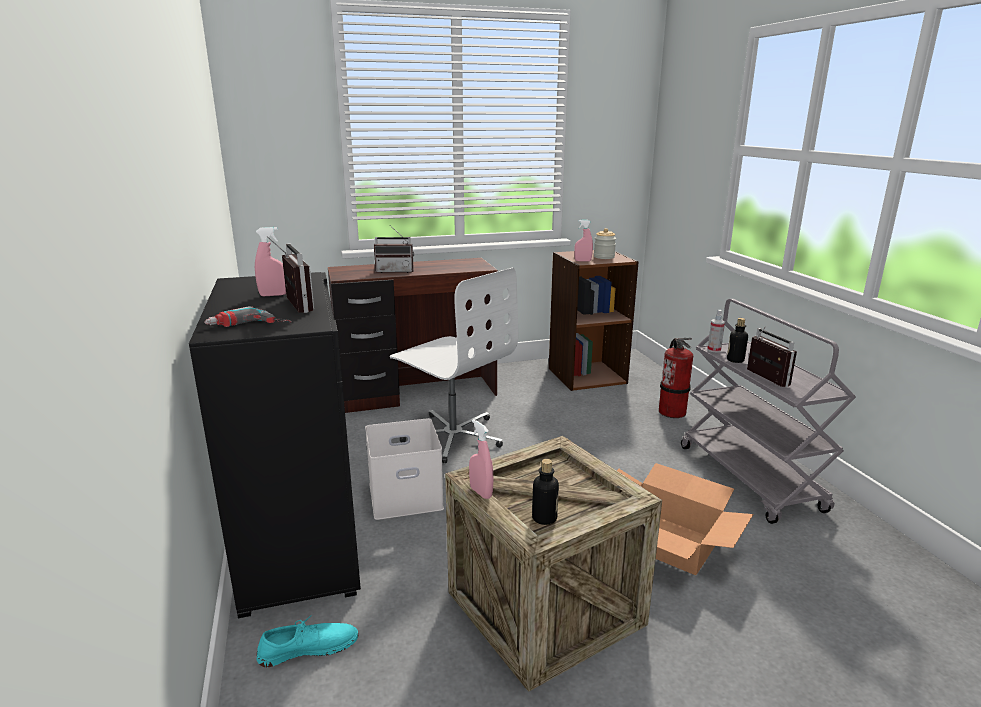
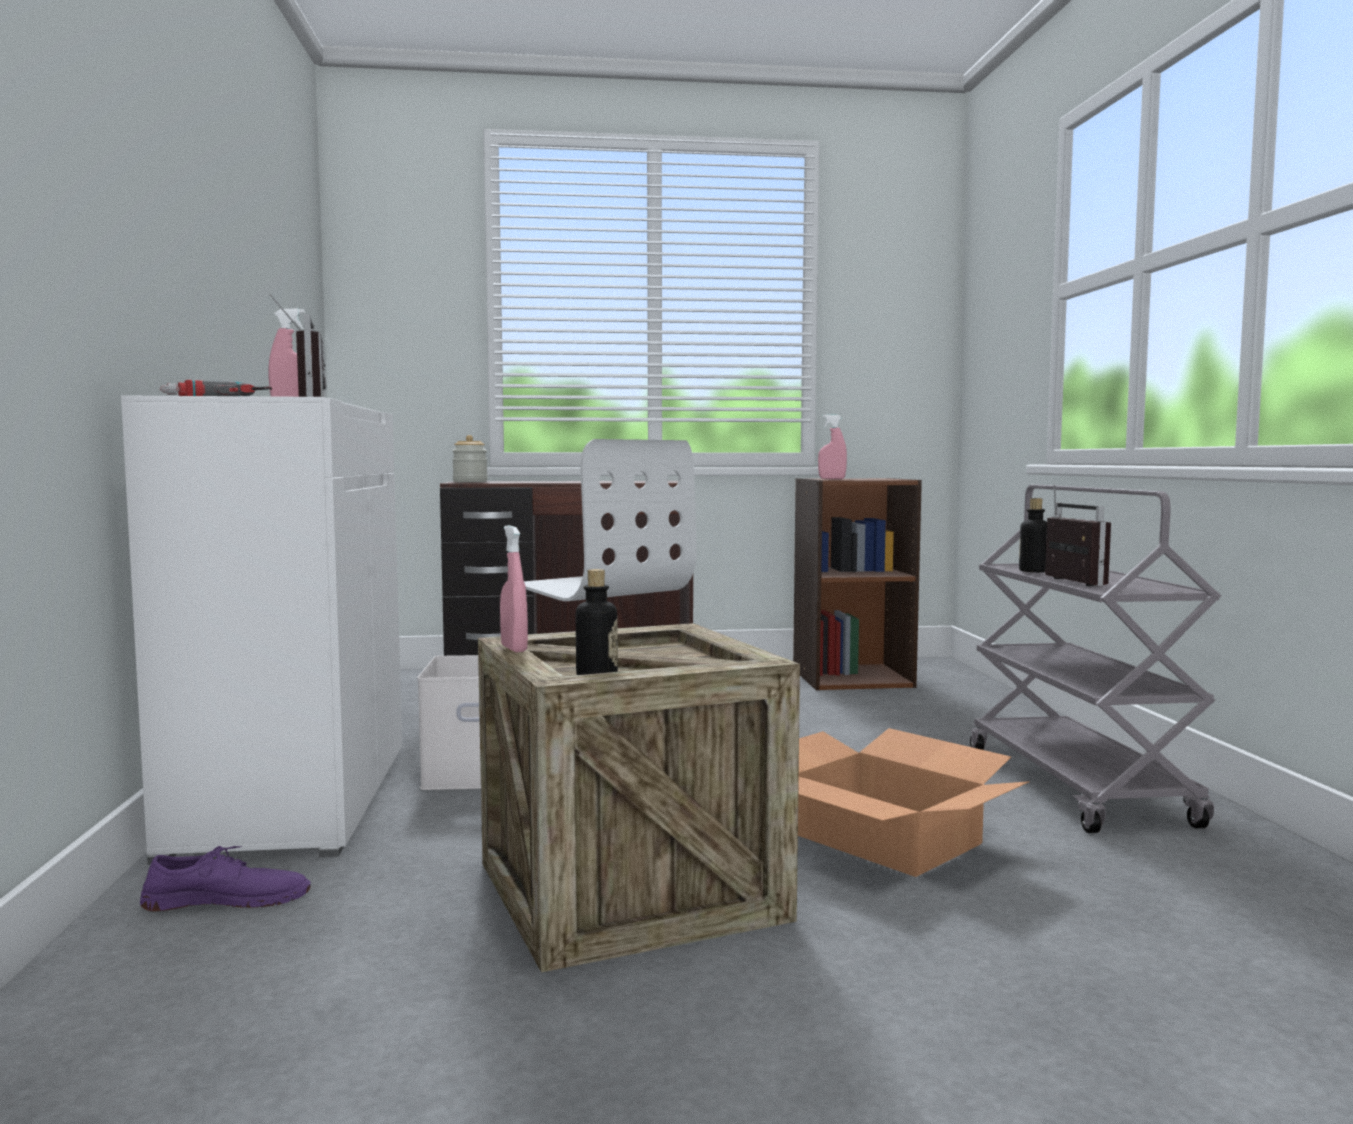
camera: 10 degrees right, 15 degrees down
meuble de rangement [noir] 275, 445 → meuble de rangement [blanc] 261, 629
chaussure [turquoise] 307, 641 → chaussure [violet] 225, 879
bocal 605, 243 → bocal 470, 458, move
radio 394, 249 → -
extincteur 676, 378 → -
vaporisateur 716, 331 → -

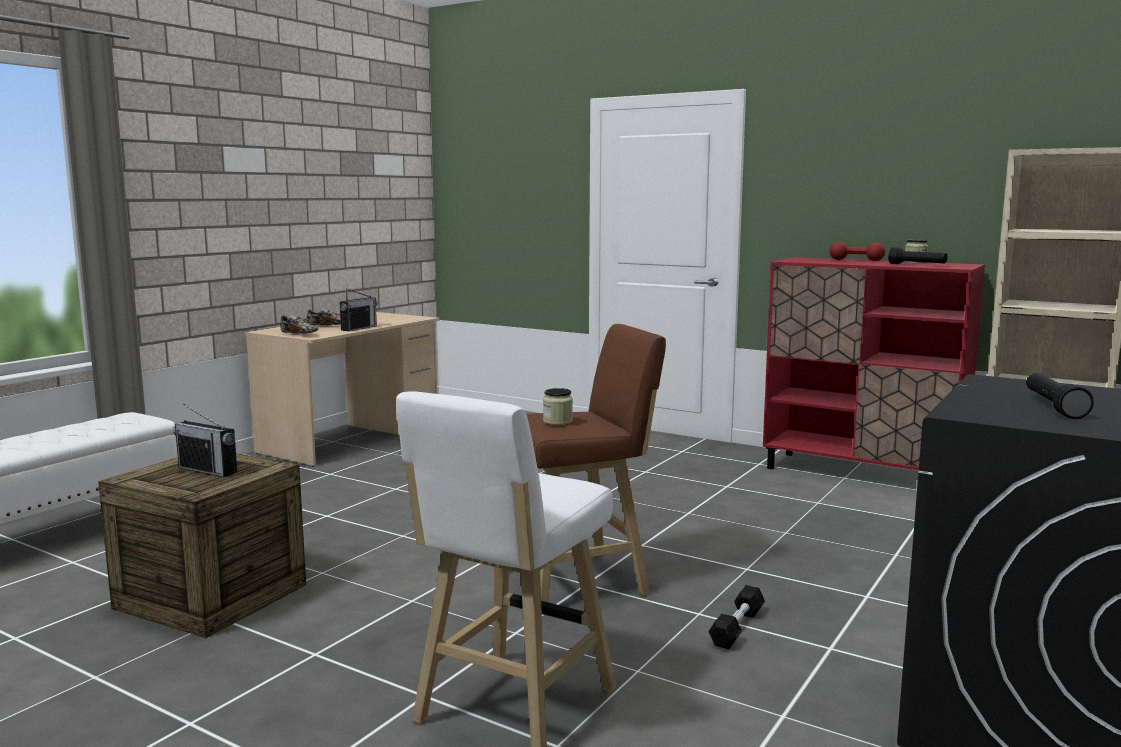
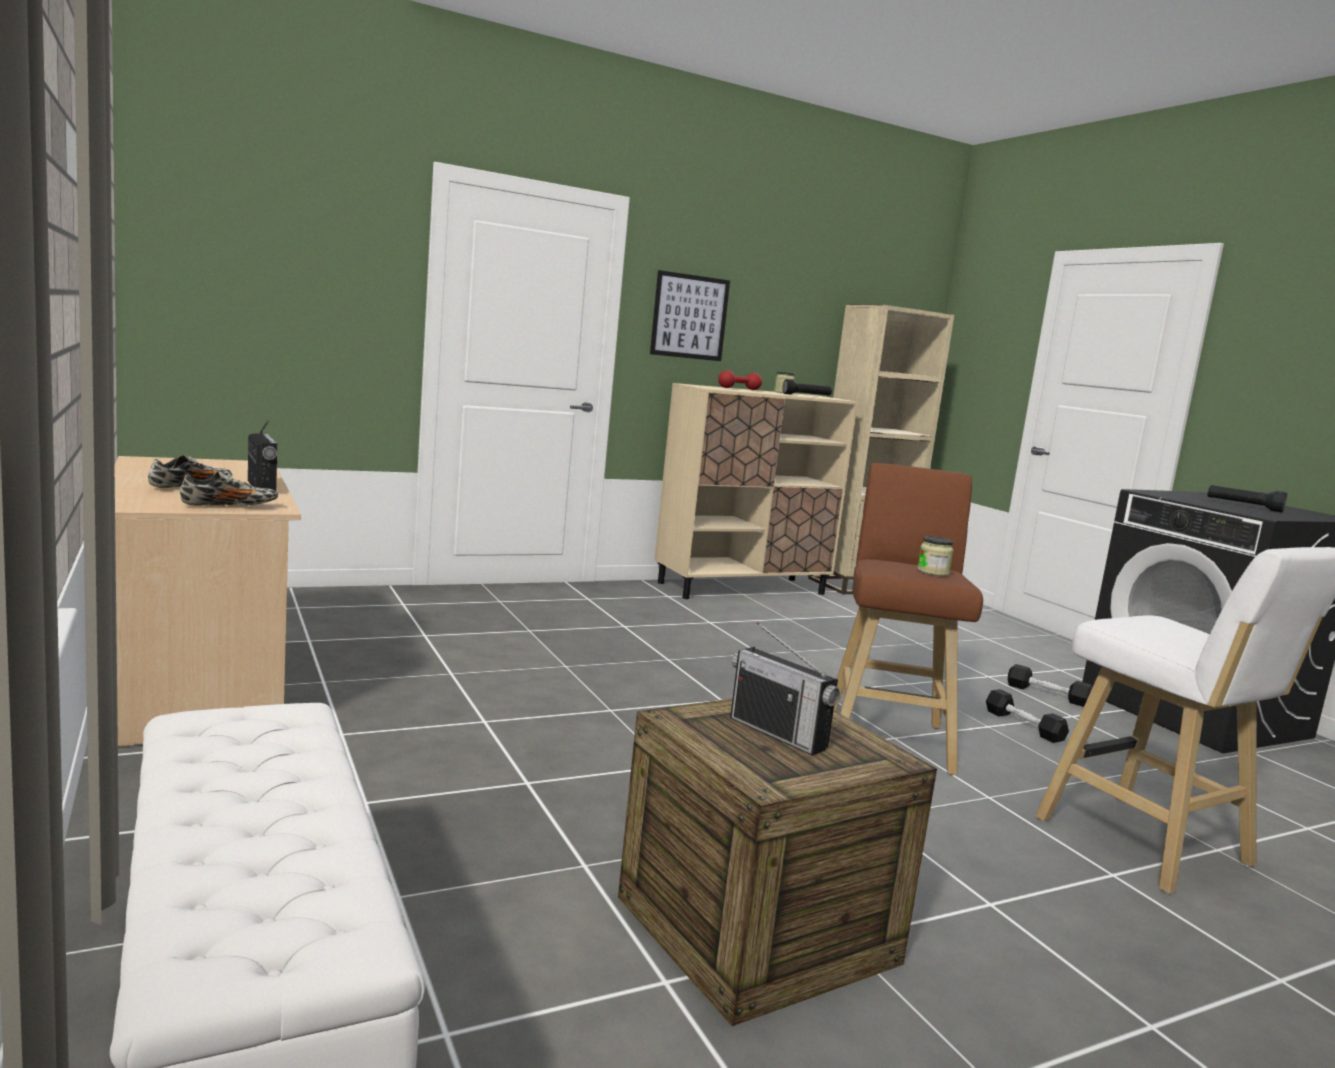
camera: 60 degrees left, 0 degrees up
- → tableau 690, 315
meuble de rangement [rouge] 874, 363 → meuble de rangement [beige] 756, 491
radio 205, 440 → radio 785, 689, 75 degrees clockwise
- → haltère [noir] 1050, 685

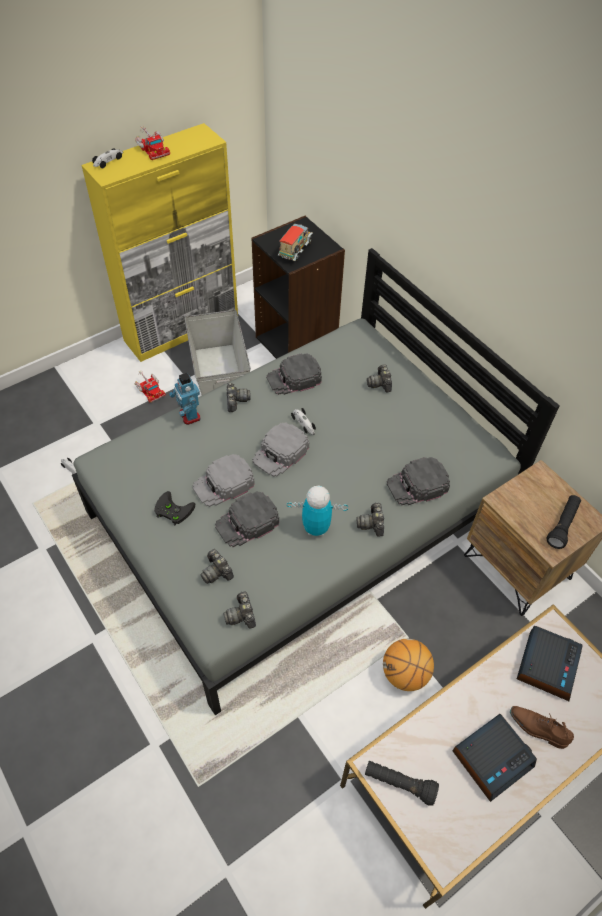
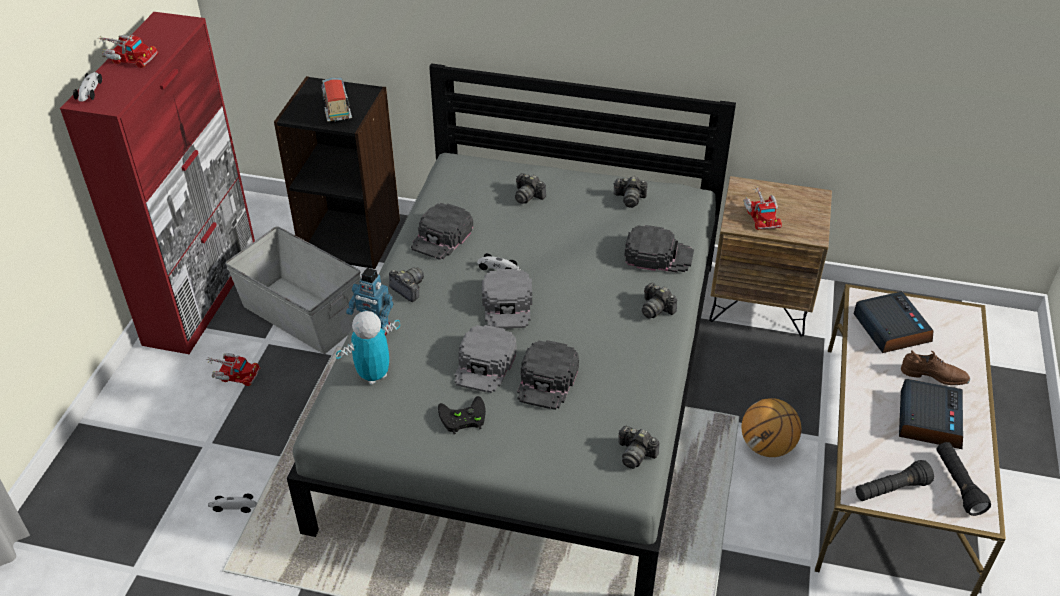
camera: 40 degrees left, 10 degrees down
meuble de rangement [jaune] 159, 242 → meuble de rangement [rouge] 157, 183
robot jouet 317, 510 → robot jouet 368, 348, move
appareil photo 217, 566 → appareil photo 630, 192, move
casquette [noir] 418, 481 → casquette [noir] 659, 249, 105 degrees counterclockwise
- → camion jouet 762, 208
chaussure [marron] 542, 727 → chaussure [marron] 935, 367, 150 degrees counterclockwise
lampe de poche [noir] 563, 522 → lampe de poche [noir] 963, 479, move

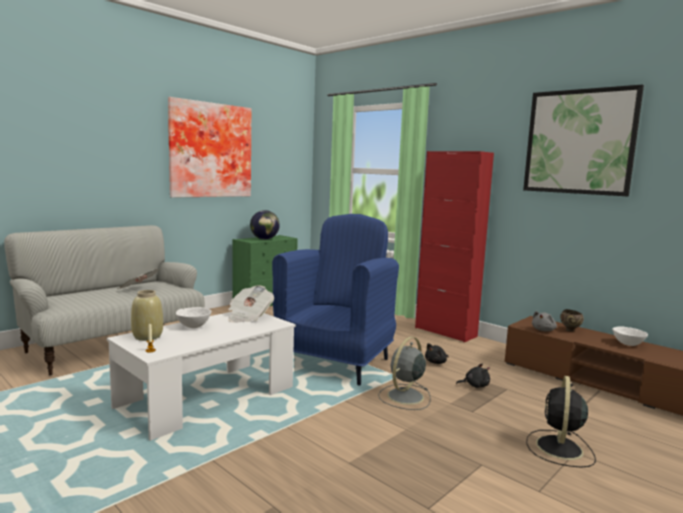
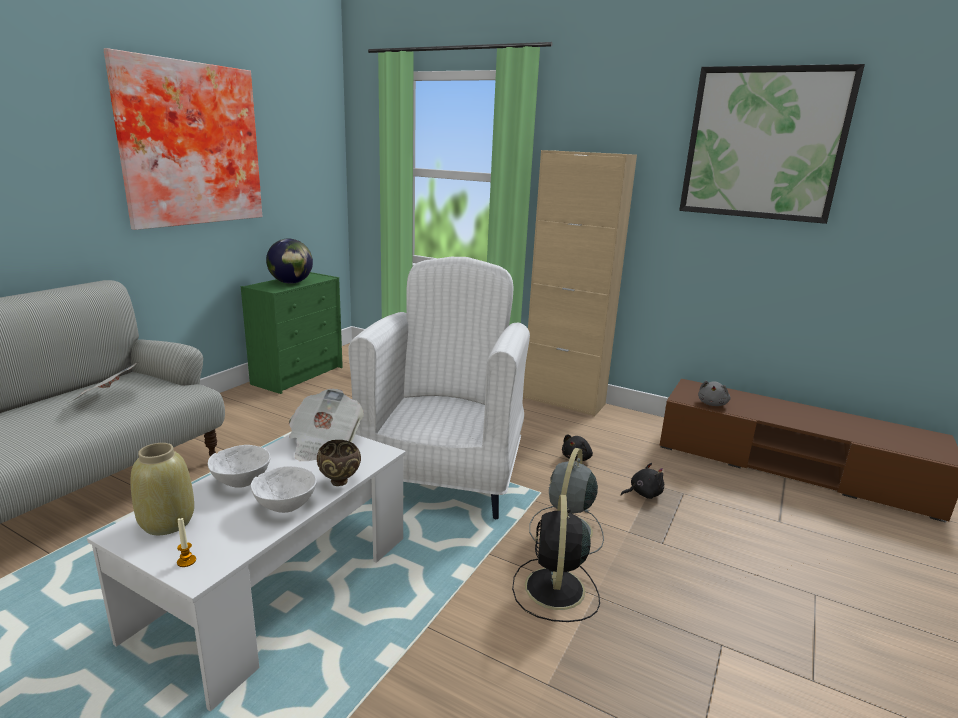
camera: 15 degrees left, 10 degrees up
bol [blanc] 630, 336 → bol [blanc] 284, 489, move
bol [marron] 572, 320 → bol [marron] 339, 463, move
fauteuil [bleu] 335, 300 → fauteuil [blanc] 439, 388
ventilateur [noir] 561, 421 → ventilateur [noir] 556, 558, move
meuble de rangement [rouge] 454, 246 → meuble de rangement [beige] 580, 283

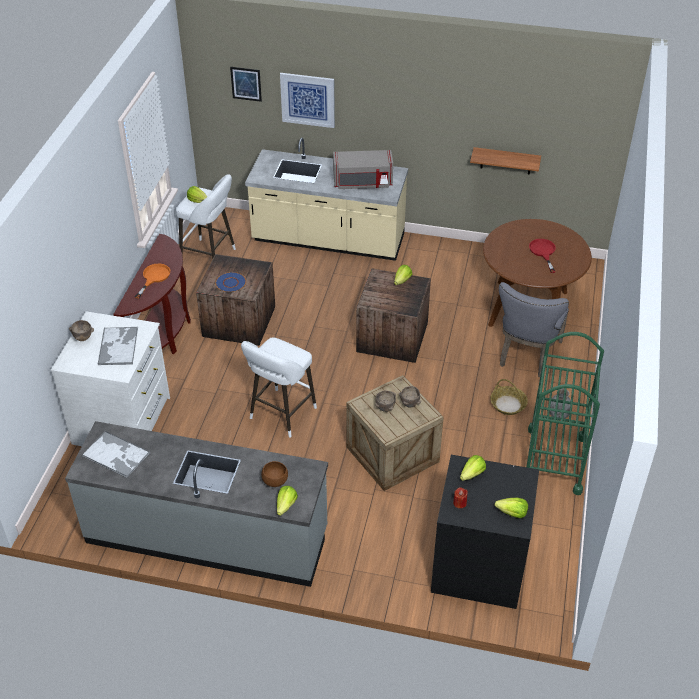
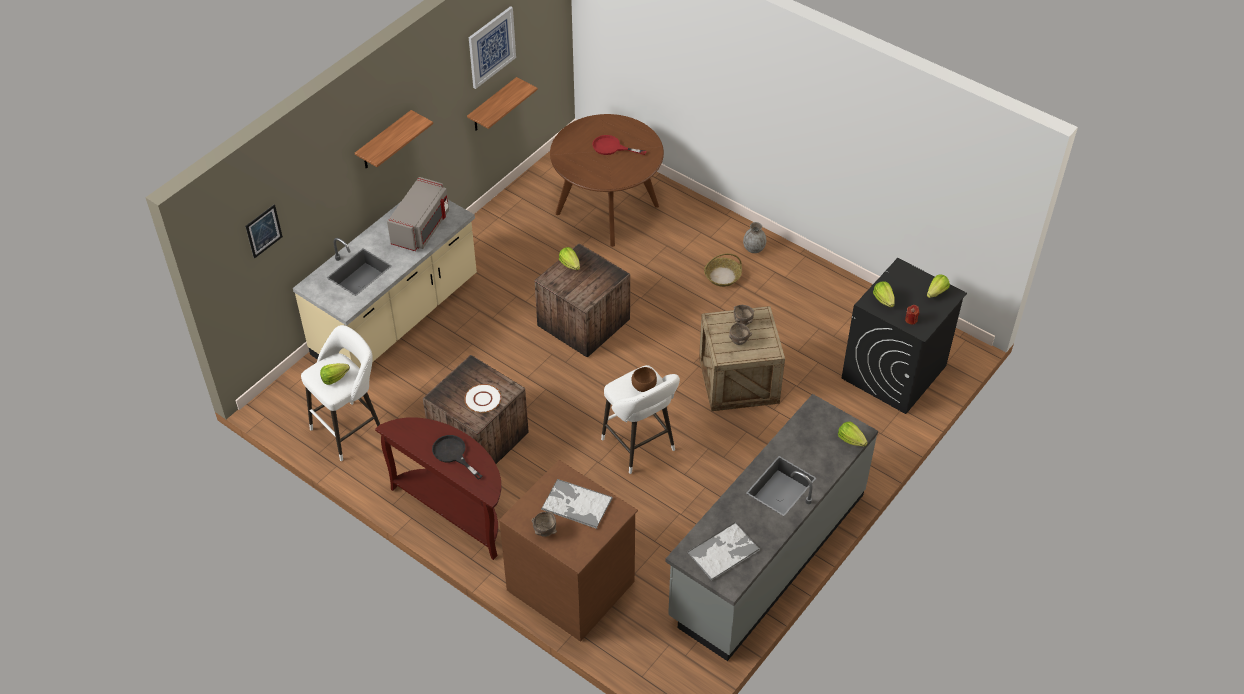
camera: 65 degrees left, 5 degrees up
- → étagère 394, 139
poêle [orange] 152, 281 → poêle [noir] 457, 457
assiette [bleu] 230, 282 → assiette [blanc] 482, 398
tableau 307, 100 → tableau 492, 47, move
commode [blanc] 110, 378 → commode [marron] 568, 550
bol [marron] 274, 474 → bol [marron] 644, 379, move
chaise [gris] 534, 329 → -
chariot [vert] 565, 413 → -

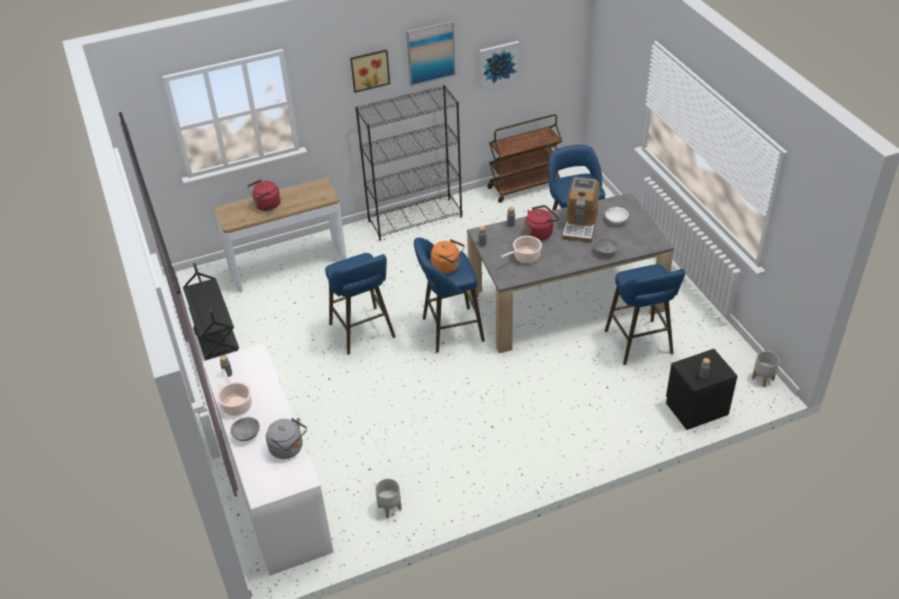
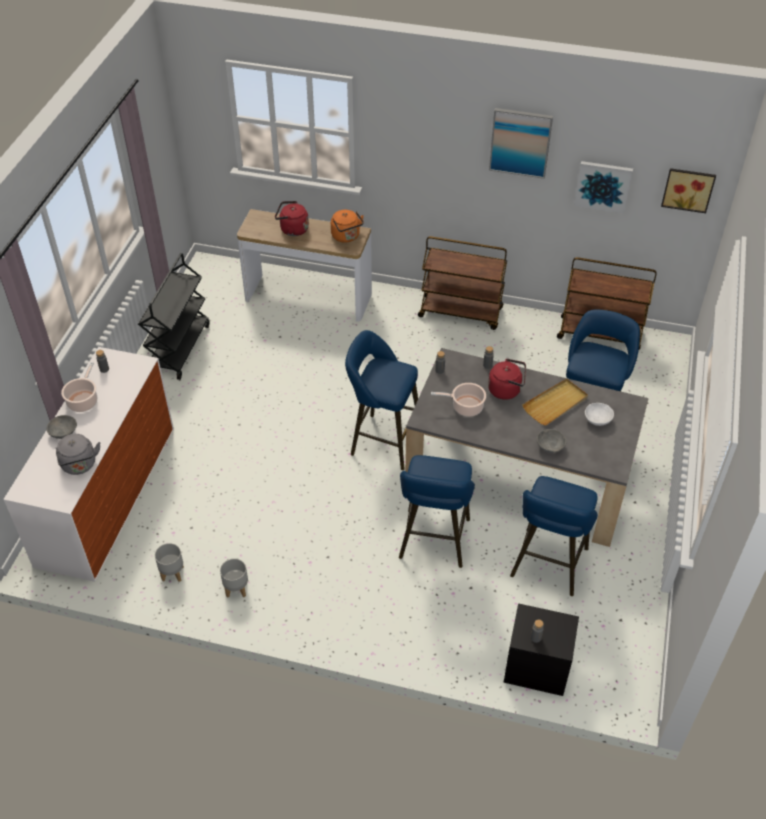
camera: 35 degrees right, 5 degrees up
cache-pot [gris] 765, 369 → cache-pot [gris] 234, 578, move
bouilloire [orange] 448, 256 → bouilloire [orange] 347, 226, move
tabouret [bleu] 360, 304 → tabouret [bleu] 437, 511, move
bibliothèque [noir] 408, 163 → chariot [marron] 462, 283
machine à café 581, 210 → plateau [beige] 555, 402
tableau 370, 71 → tableau 688, 190, move

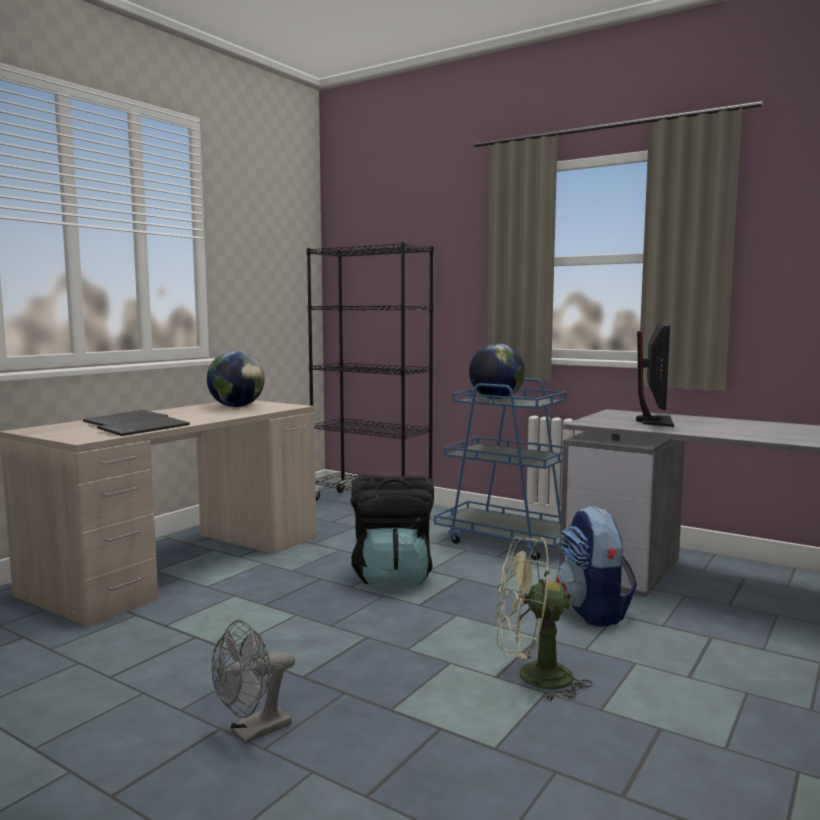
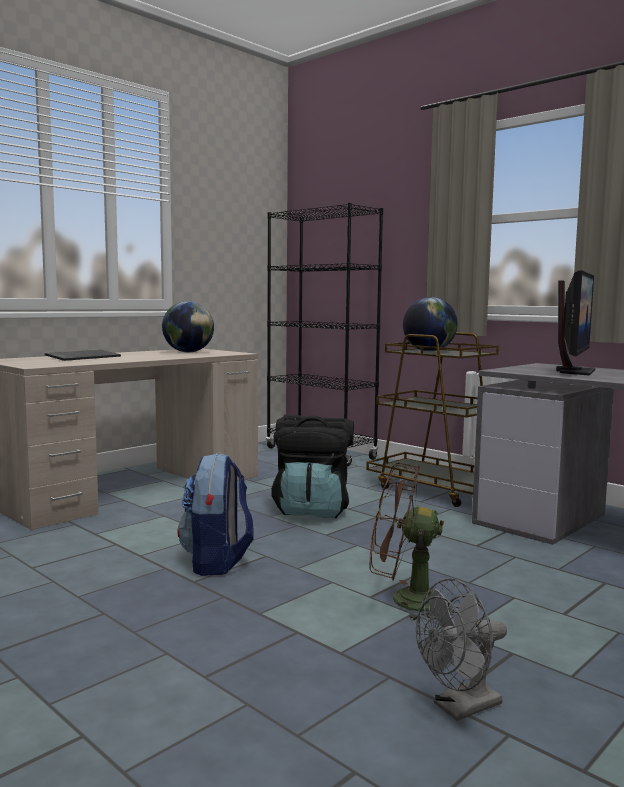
camera: 10 degrees right, 0 degrees up
sac à dos 596, 566 → sac à dos 215, 514, move
chariot [bleu] 500, 469 → chariot [marron] 432, 419
ventilateur [vert] 544, 618 → ventilateur [marron] 414, 542
ventilateur [gris] 253, 682 → ventilateur [gris] 461, 649, move
clavier 143, 426 → -

